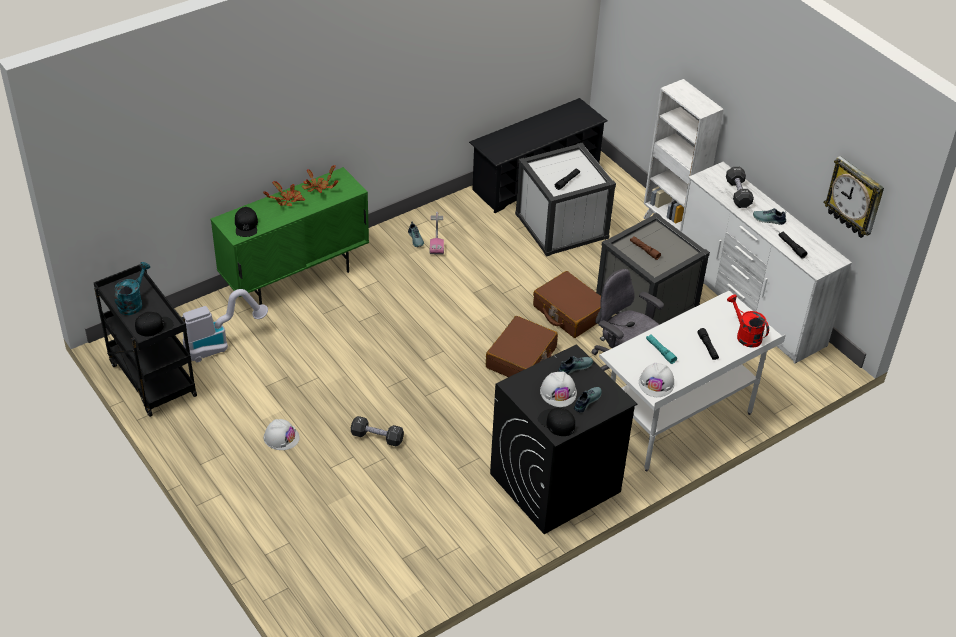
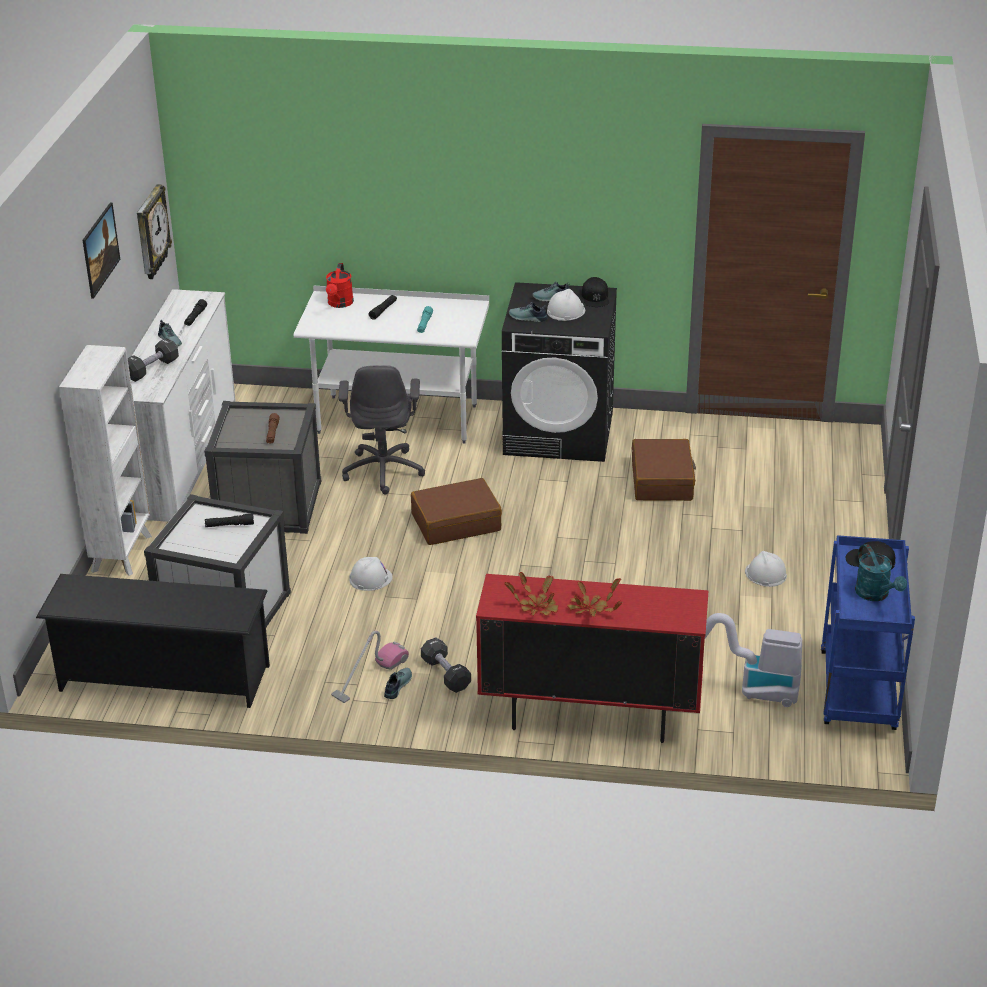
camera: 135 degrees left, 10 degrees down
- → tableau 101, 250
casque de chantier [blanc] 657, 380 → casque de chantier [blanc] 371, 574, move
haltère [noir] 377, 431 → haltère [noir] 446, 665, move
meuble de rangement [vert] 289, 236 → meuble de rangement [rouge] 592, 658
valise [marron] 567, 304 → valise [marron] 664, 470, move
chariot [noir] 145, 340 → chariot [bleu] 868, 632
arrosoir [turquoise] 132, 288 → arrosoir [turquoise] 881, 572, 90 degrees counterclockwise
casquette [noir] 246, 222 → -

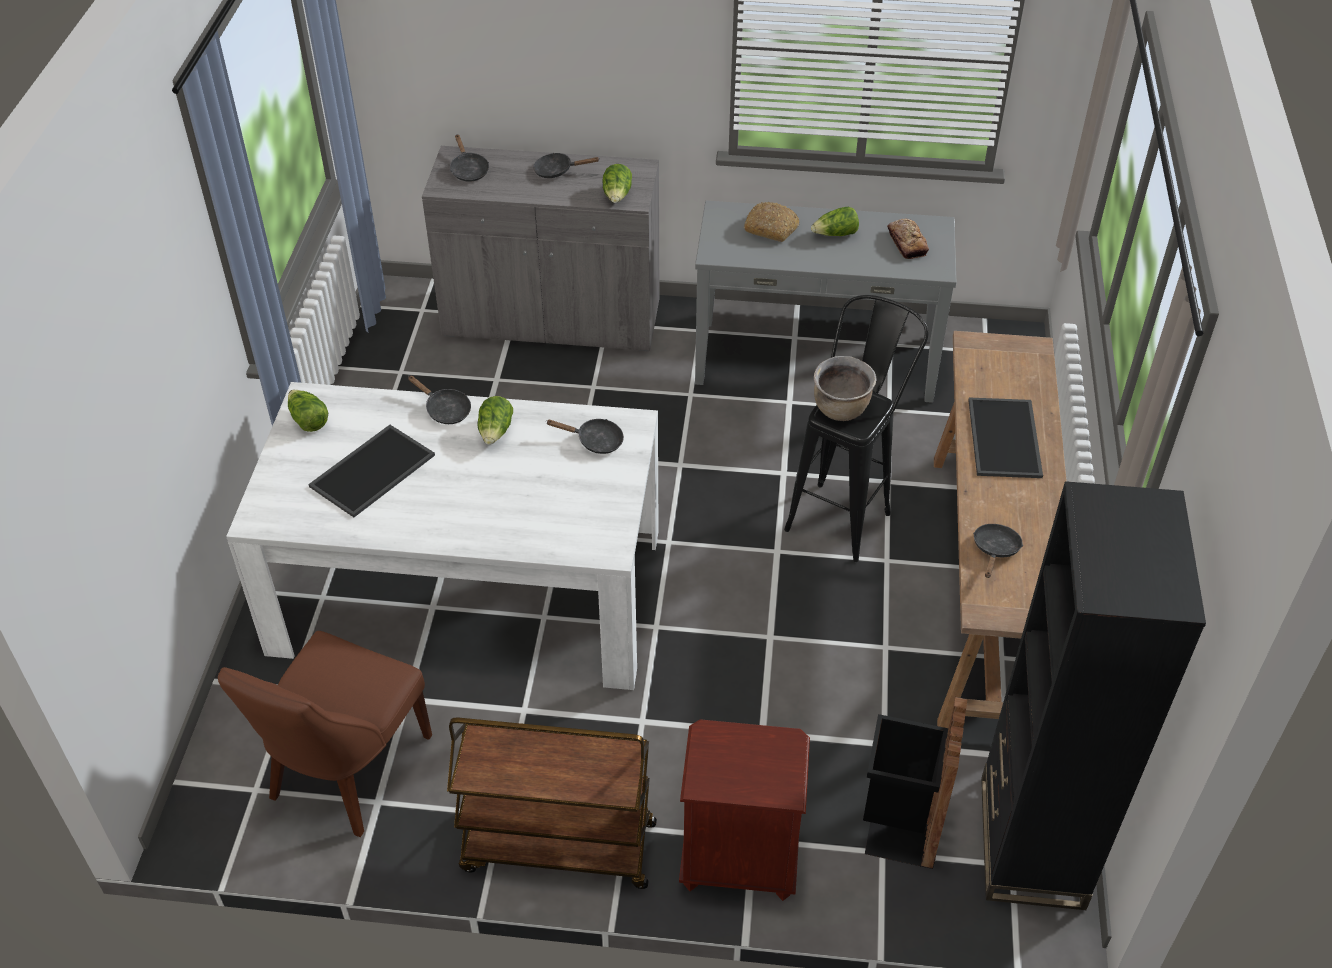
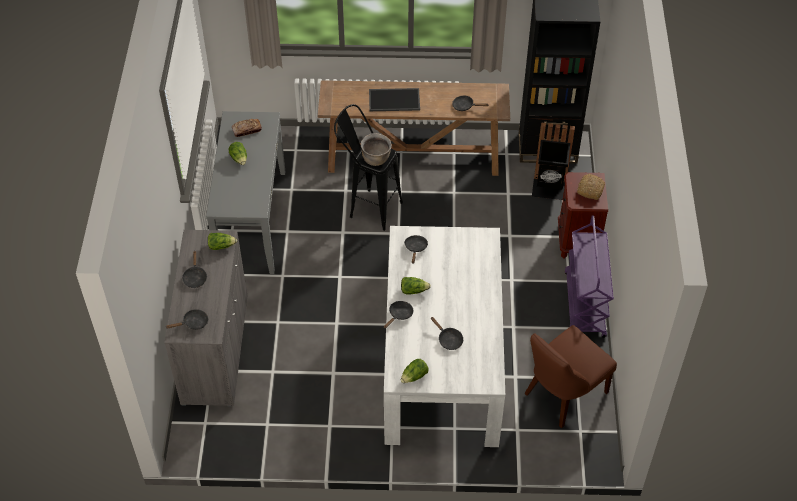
camera: 95 degrees left, 5 degrees up
plateau 371, 471 → poêle [noir] 447, 333
chaise [marron] 325, 734 → chaise [marron] 570, 376, 120 degrees clockwise
chariot [marron] 552, 803 → chariot [violet] 589, 276
pain 771, 222 → pain 591, 187, move

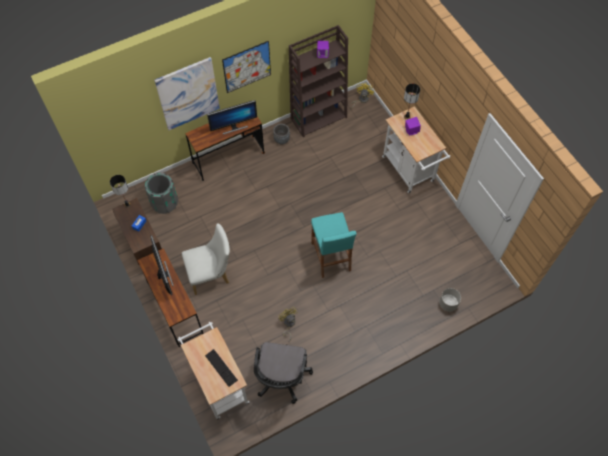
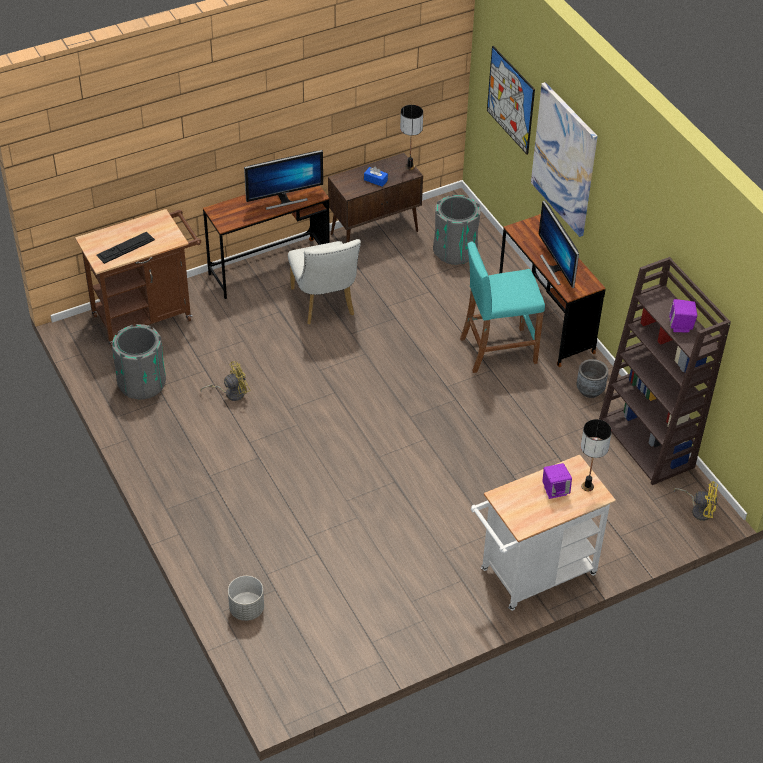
camera: 90 degrees right, 15 degrees down
chariot [blanc] 213, 371 → chariot [marron] 138, 278
chaise de bureau [noir] 283, 373 → poubelle [gris] 139, 361
tabouret [turquoise] 334, 245 → tabouret [turquoise] 502, 307, move
tableau 246, 67 → tableau 511, 100, move

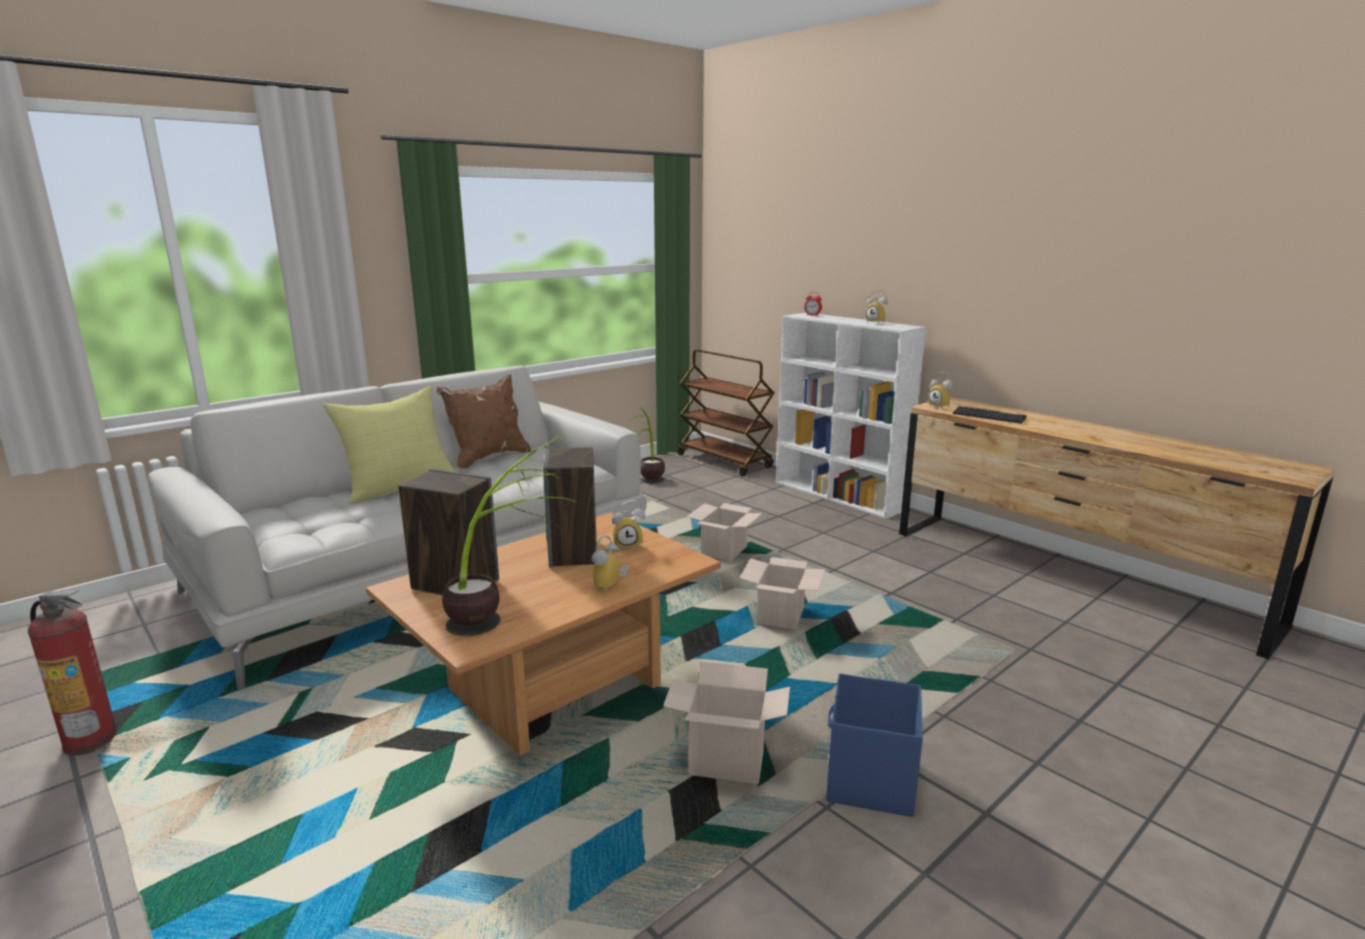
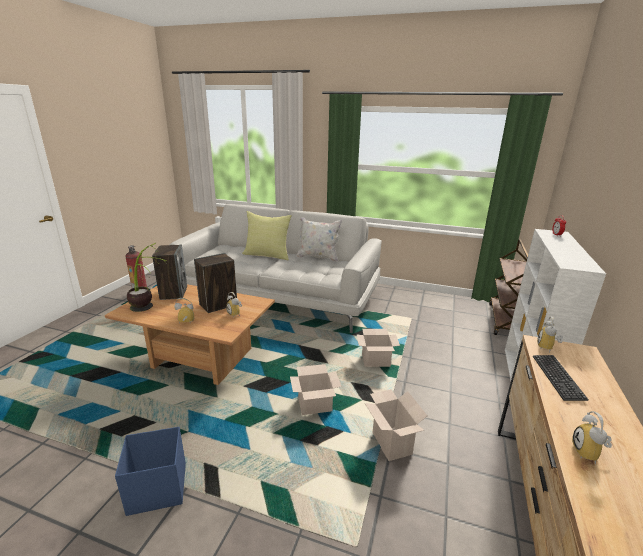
camera: 60 degrees right, 5 degrees up
coussin [marron] 484, 421 → coussin [blanc] 319, 239
carton 726, 722 → carton 396, 425, move
réveil 877, 307 → réveil 592, 437, move
plante en pot 646, 445 → -

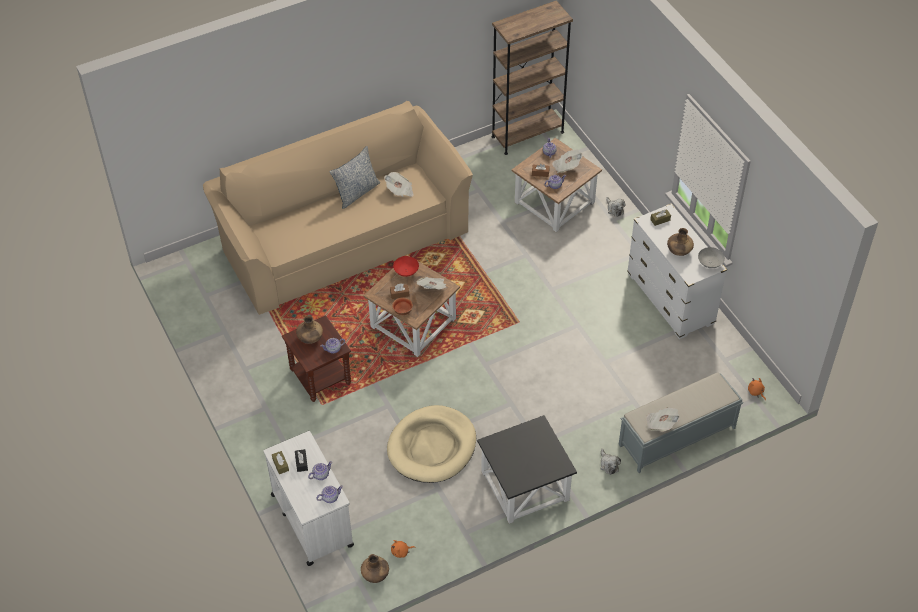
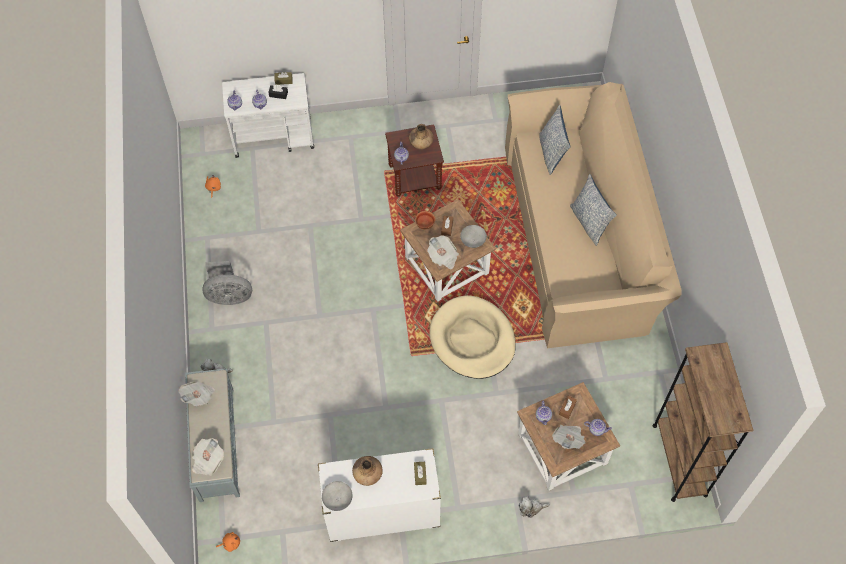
camera: 110 degrees right, 10 degrees up
journal 398, 184 → journal 208, 457, move
table d'appoint [noir] 527, 469 → ventilateur [gris] 227, 283
panier pour chien [beige] 431, 444 → panier pour chien [beige] 472, 337, move
bol [rouge] 406, 266 → bol [gris] 473, 236
- → coussin 555, 140
vase [marron] 375, 568 → -

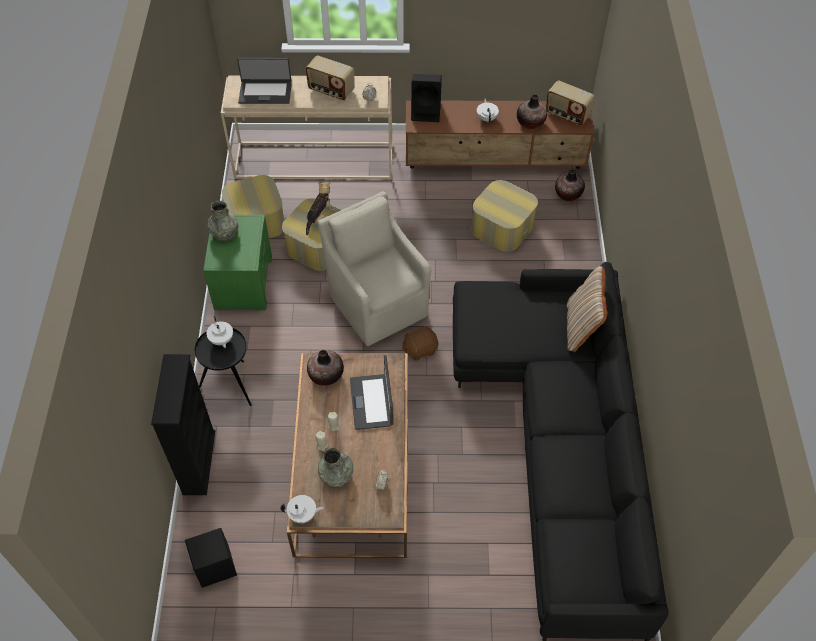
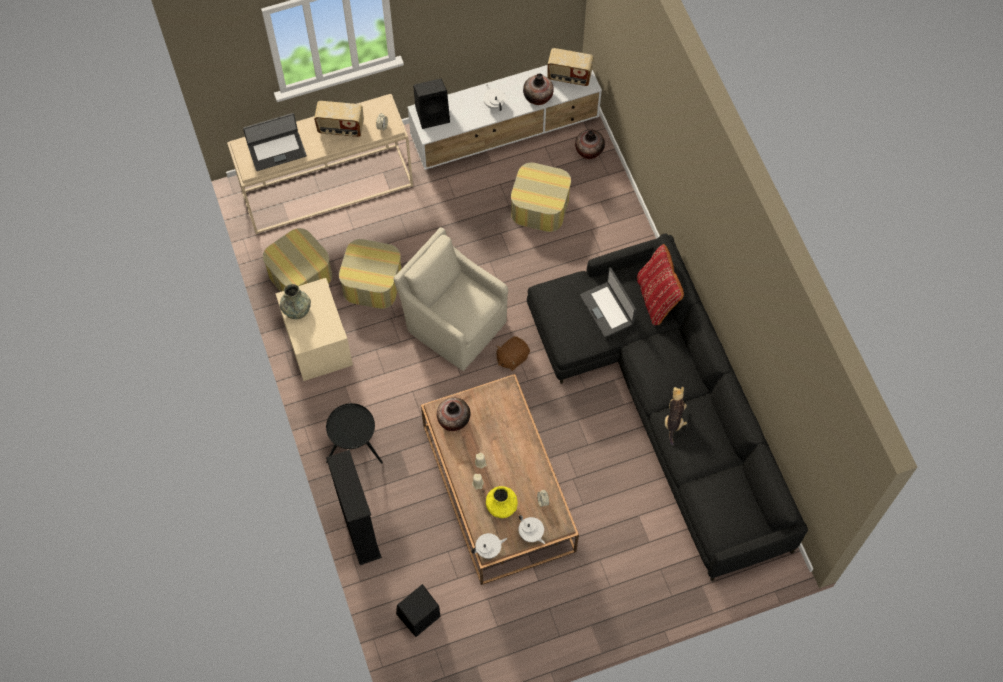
camera: 20 degrees left, 10 degrees up
table de chevet [vert] 237, 262 → table de chevet [beige] 314, 329
meuble télé [marron] 500, 134 → meuble télé [blanc] 504, 117
vase [gris] 336, 468 → vase [jaune] 502, 502
théière [blanc] 219, 331 → théière [blanc] 532, 529, move
ordinateur portable 371, 392 → ordinateur portable 608, 302, move
coussin [beige] 587, 309 → coussin [rouge] 660, 284
peluche 320, 209 → peluche 676, 416, move

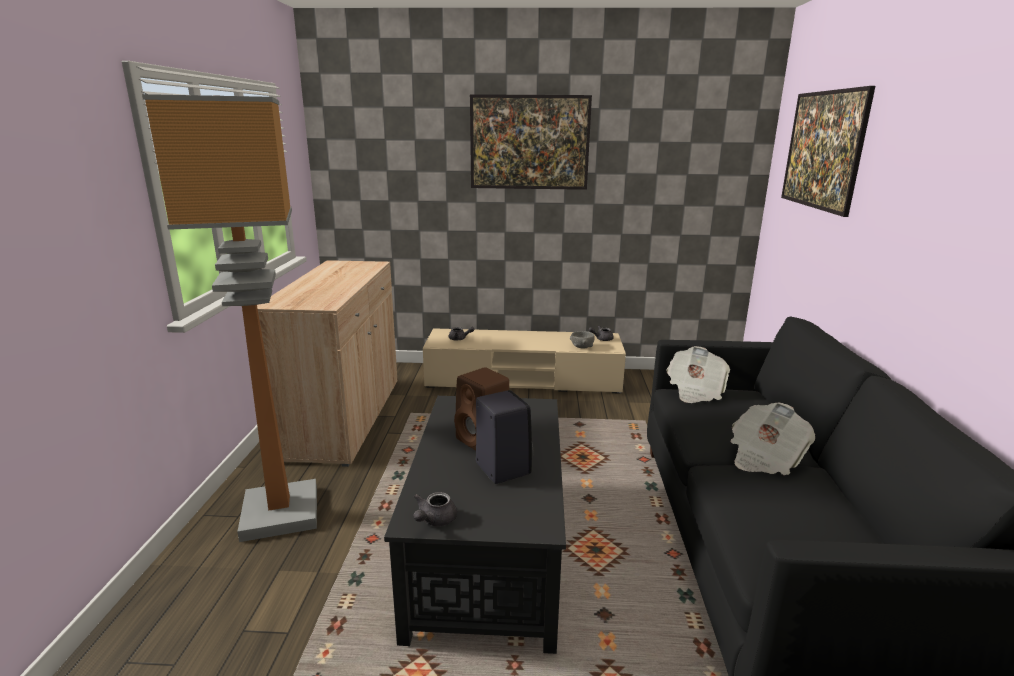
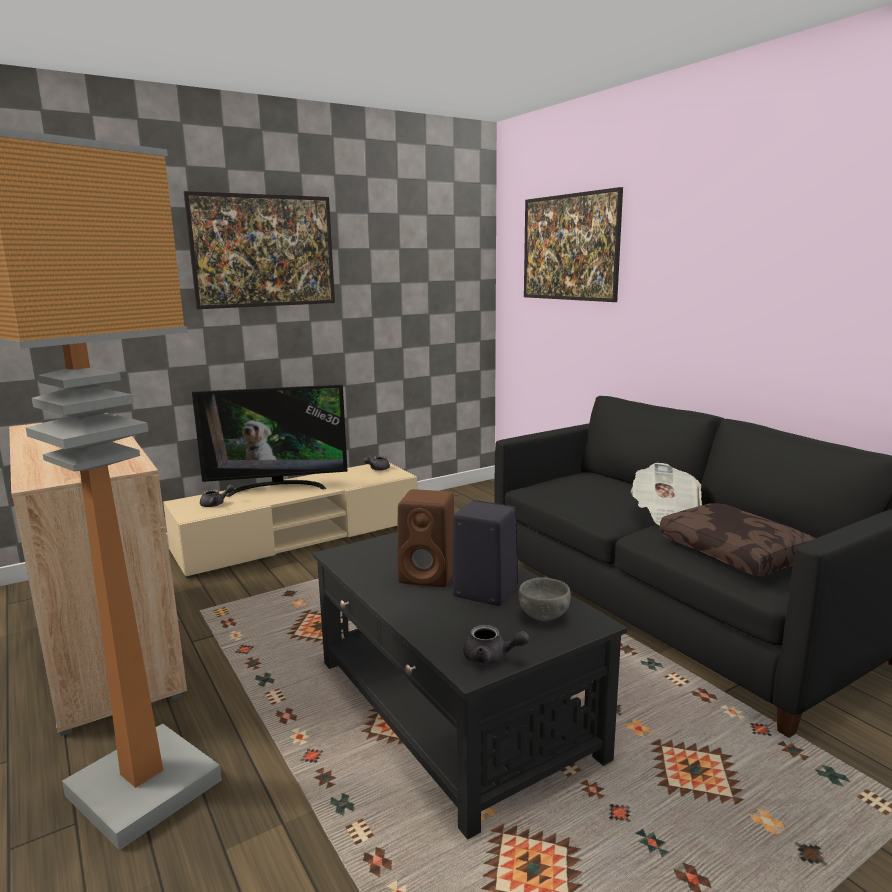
camera: 35 degrees left, 5 degrees down
- → téléviseur 270, 441
théière [gris] 435, 509 → théière [gris] 496, 645, 60 degrees counterclockwise
bol [gris] 582, 340 → bol [gris] 545, 599, move
- → coussin [marron] 738, 540
journal 698, 374 → -

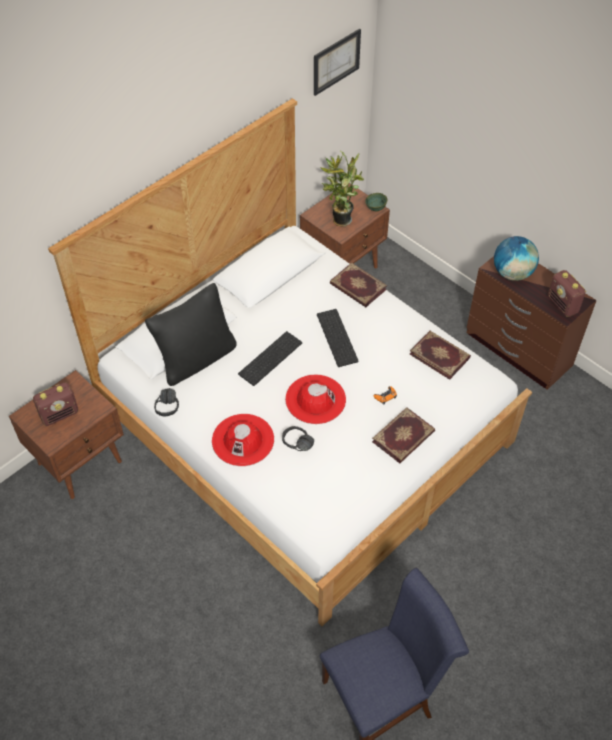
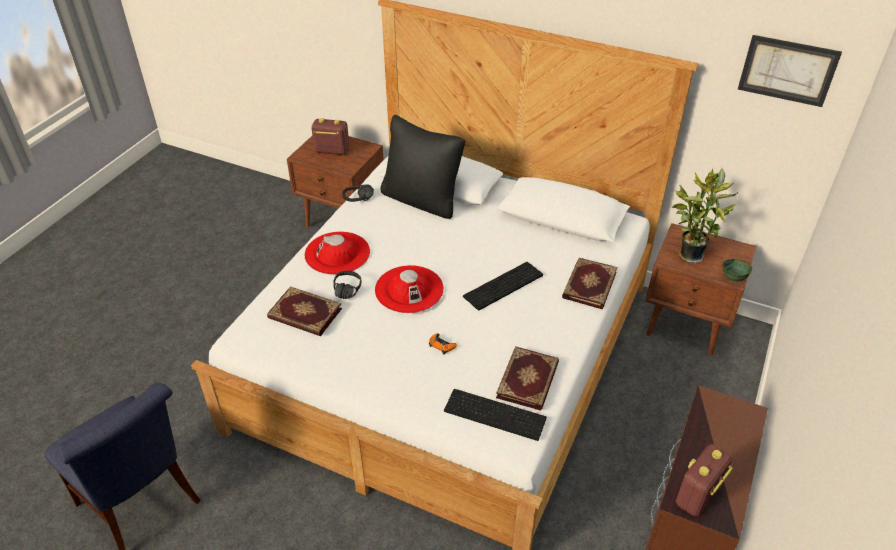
camera: 70 degrees right, 10 degrees down
livre 403, 435 → livre 304, 311, move
radio 55, 404 → radio 330, 136, 150 degrees clockwise
clavier 270, 358 → clavier 495, 415, move
globe 516, 258 → -

